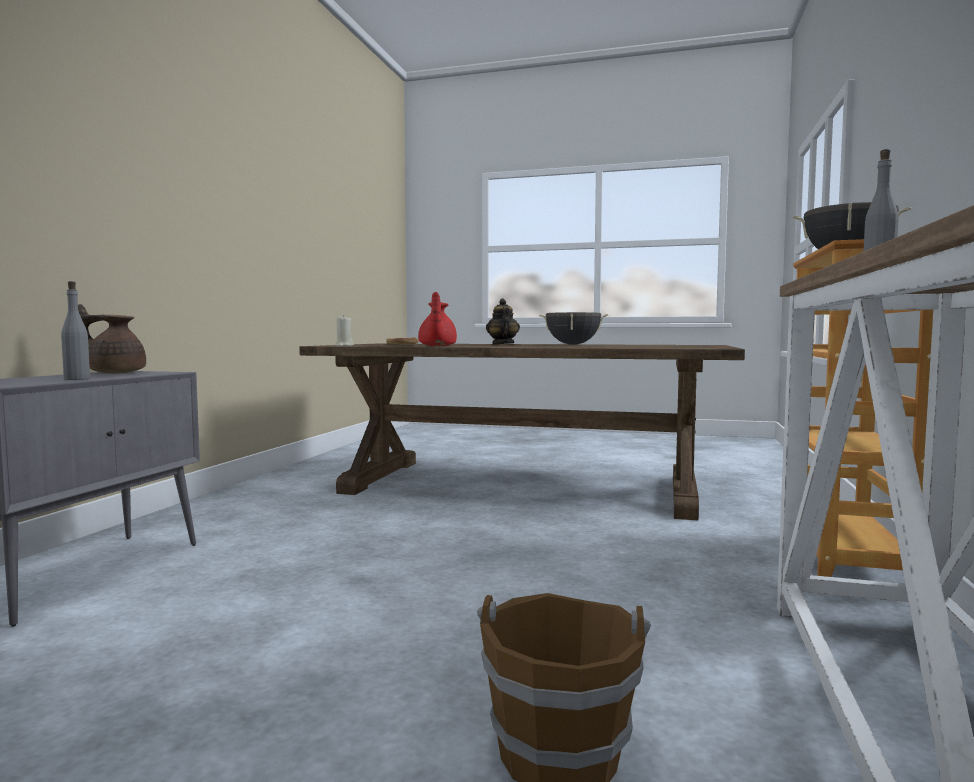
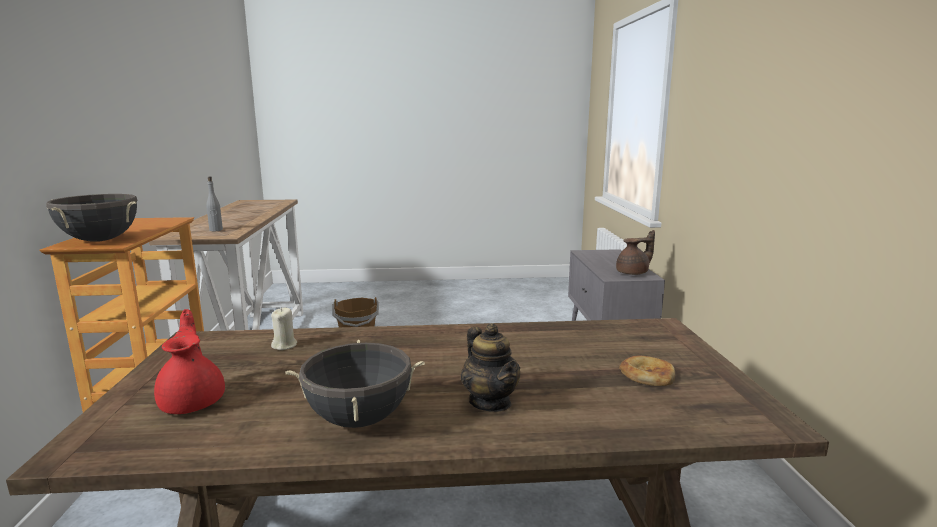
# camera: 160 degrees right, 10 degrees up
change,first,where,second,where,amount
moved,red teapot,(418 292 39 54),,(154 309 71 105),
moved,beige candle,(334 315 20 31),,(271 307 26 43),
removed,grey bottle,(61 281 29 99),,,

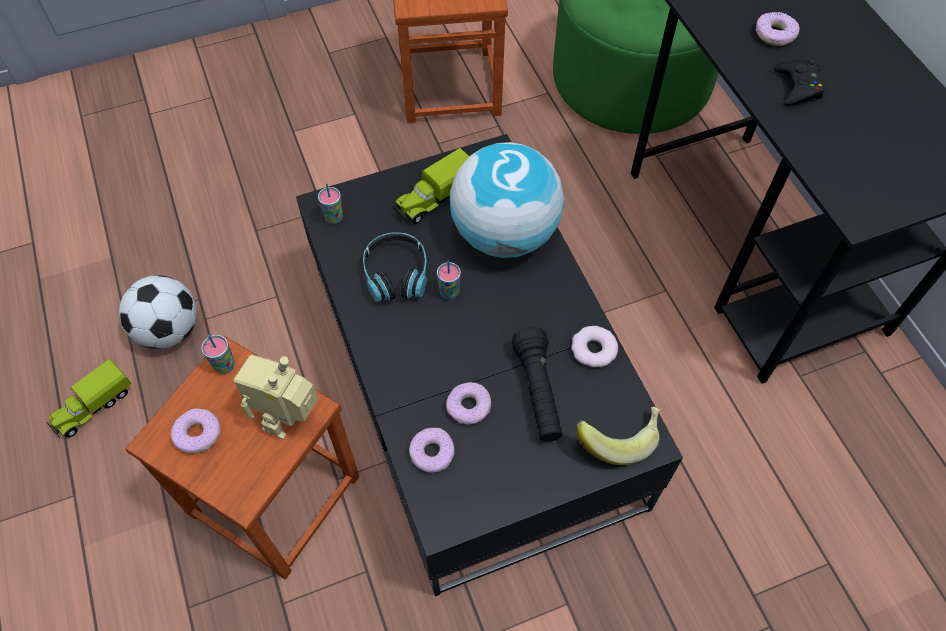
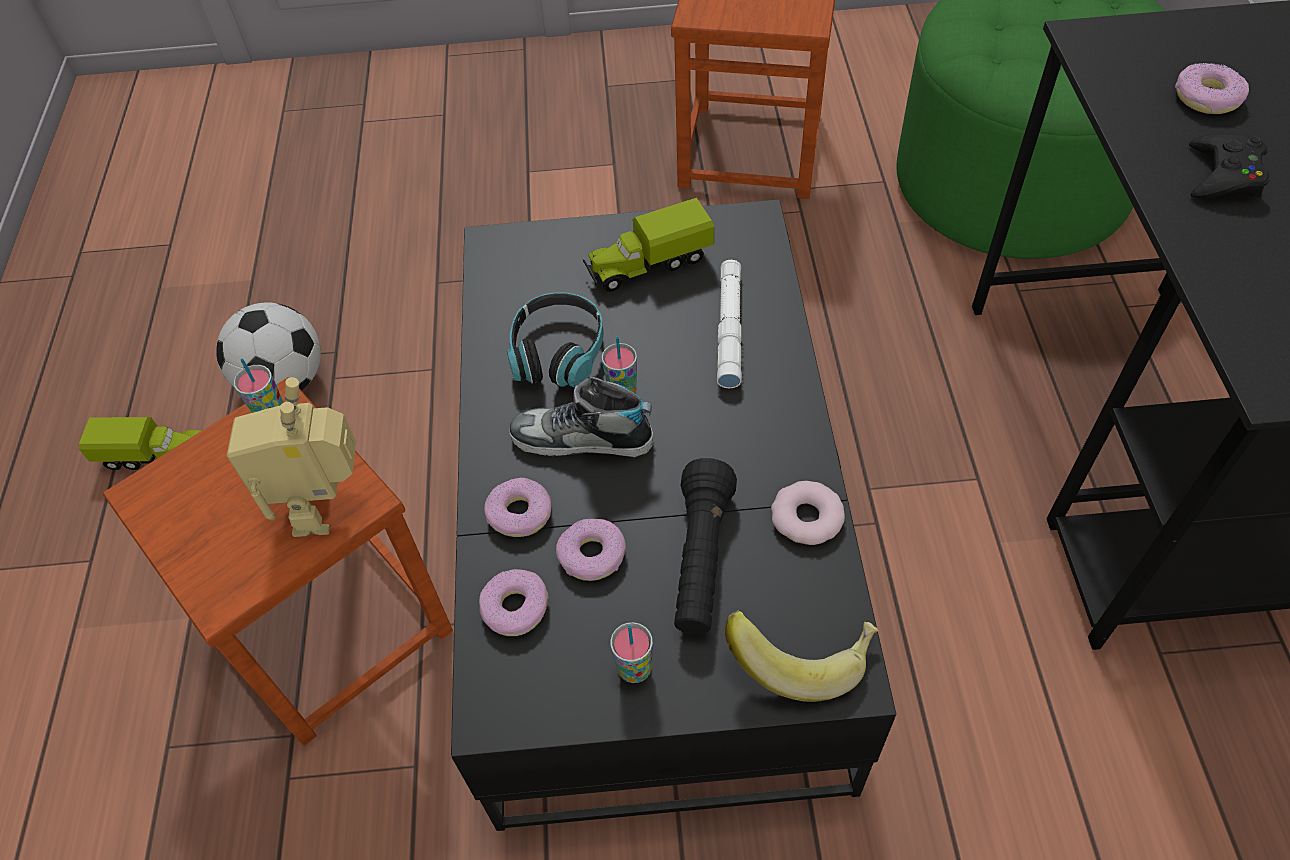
# camera: 20 degrees right, 5 degrees down
change,first,where,second,where,amount
turned,toy truck,(46 359 85 79),,(79 417 122 53),150 degrees counterclockwise
turned,toy robot,(233 355 85 84),,(227 377 129 160),45 degrees counterclockwise
moved,donut,(171 408 50 45),,(484 478 67 59),
added,,,shoe,(509 376 144 81),
moved,cup,(318 183 25 41),,(610 622 43 61),
replaced,globe,(450 142 114 116),white flashlight,(717 260 25 128),

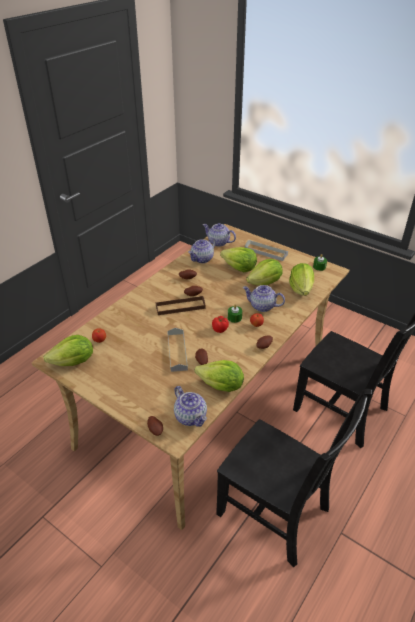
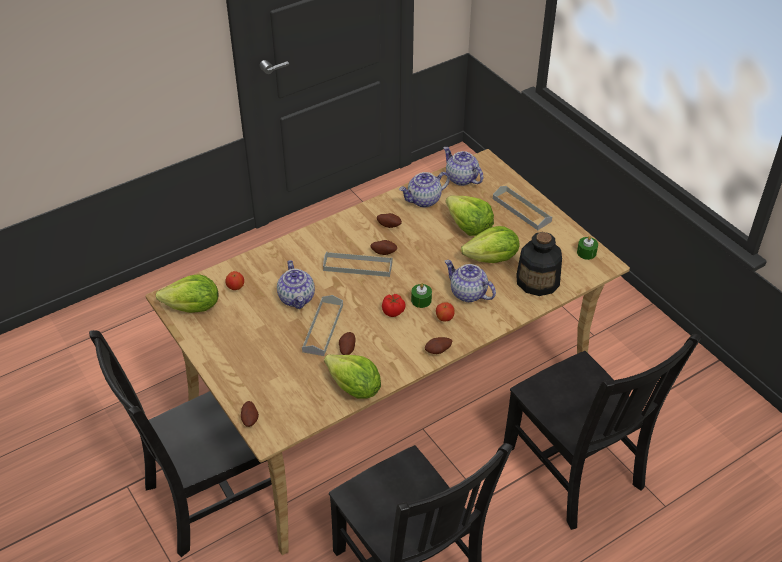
# camera: 20 degrees right, 5 degrees up
change,first,where,second,where,amount
added,,,black chair,(89 330 199 227),
moved,teapot,(174 386 33 41),,(277 260 38 49),
recoloured,brown tray,(156 296 50 19),grey tray,(323 252 69 25),
replaced,lettuce,(289 263 25 33),bottle,(516 232 46 64),

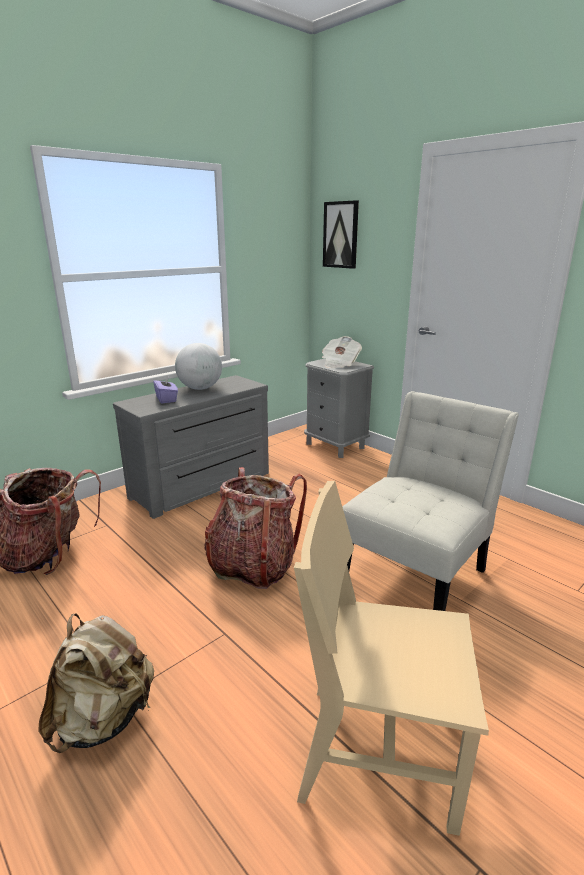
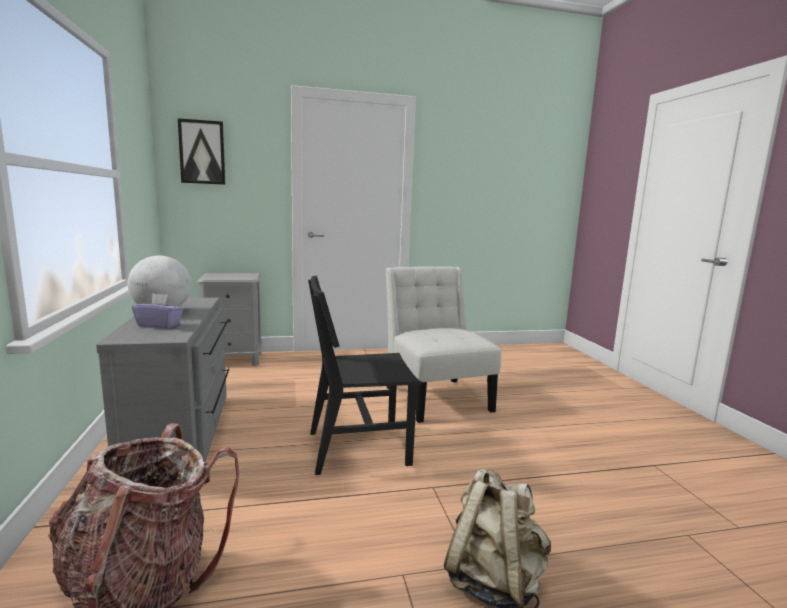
# camera: 60 degrees left, 10 degrees down
change,first,where,second,where,amount
replaced,backpack,(204 467 103 122),black chair,(308 276 113 199),
removed,beige chair,(294 481 195 355),,,
removed,newspaper,(322 336 40 32),,,

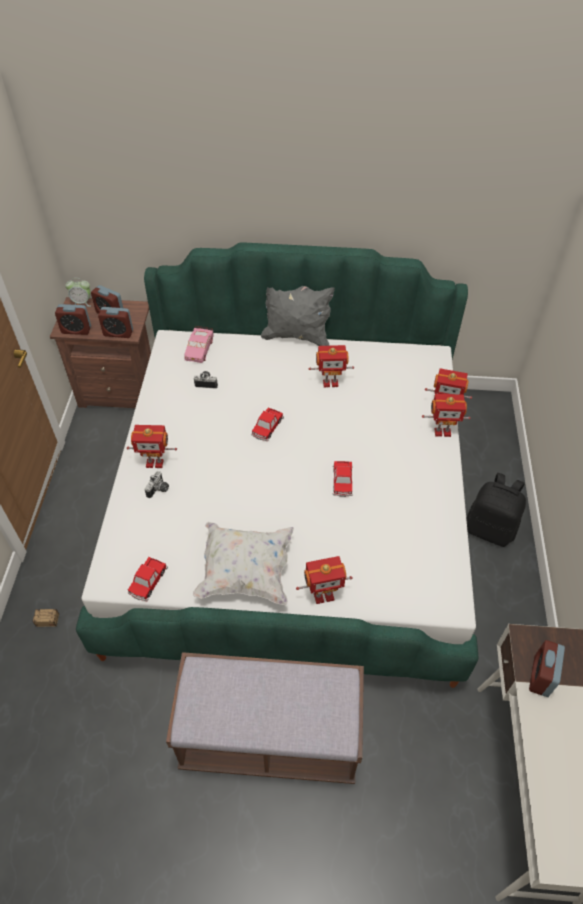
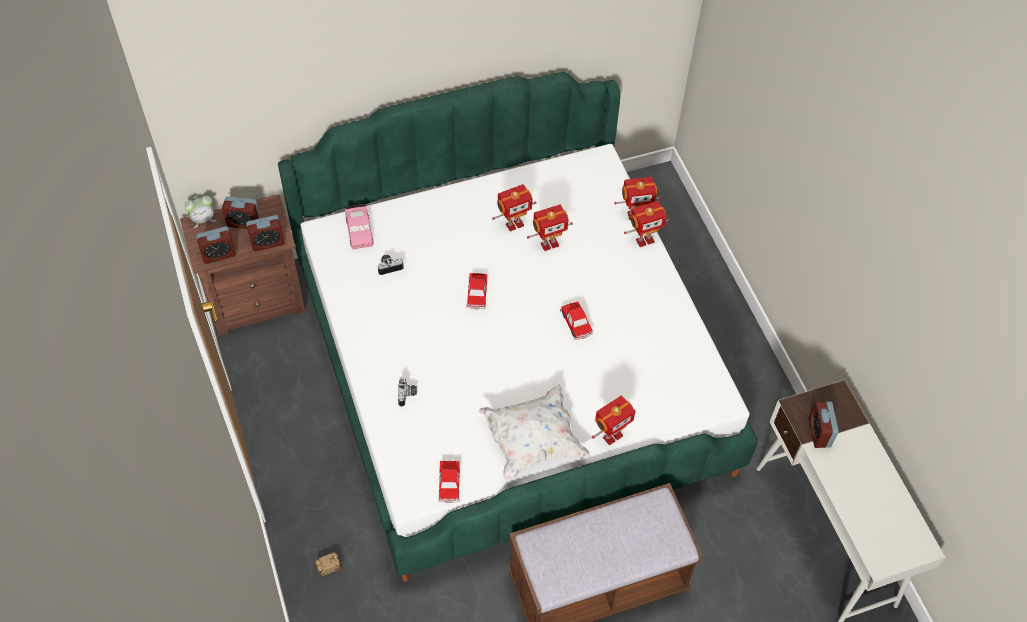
# camera: 25 degrees left, 5 degrees up
change,first,where,second,where,amount
moved,toy robot,(127 425 50 43),,(527 204 46 47),
removed,grey pillow,(261 286 74 60),,,
removed,black backpack,(466 473 60 74),,,

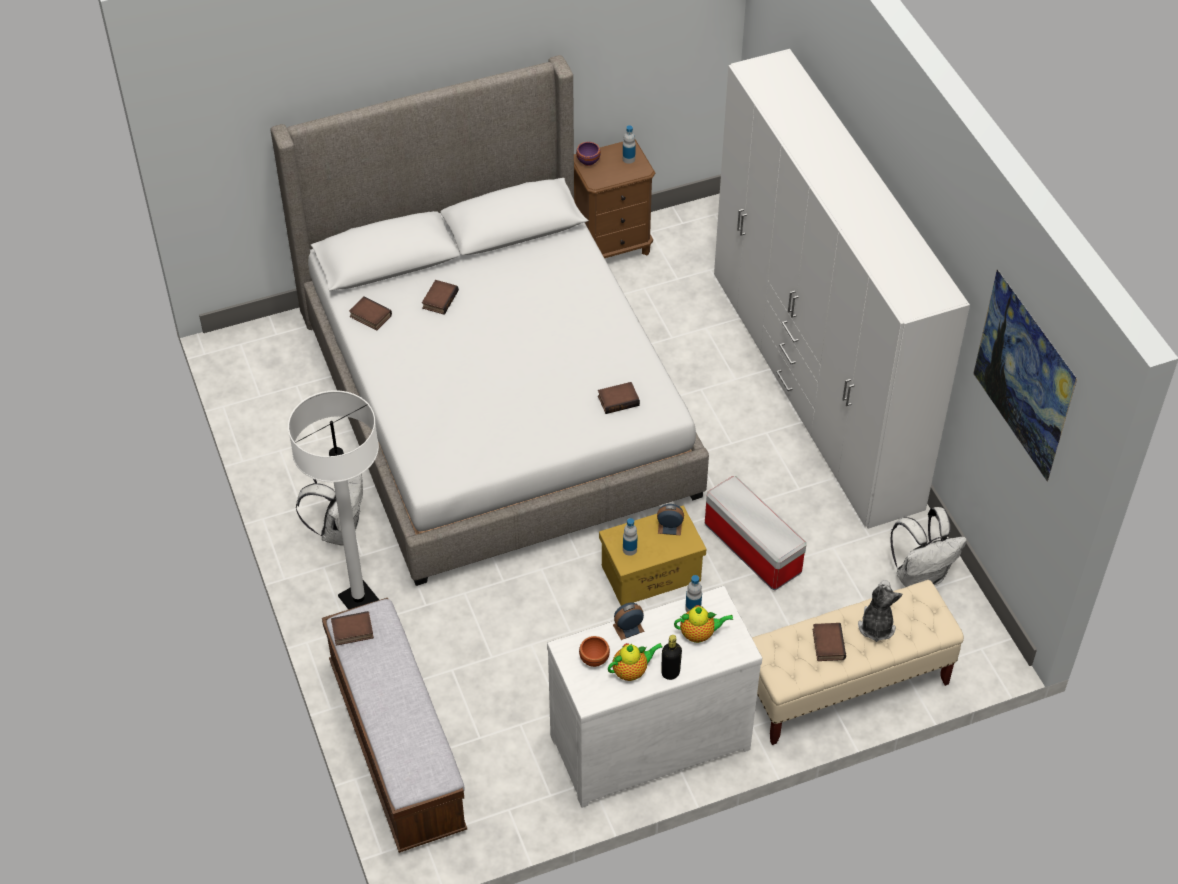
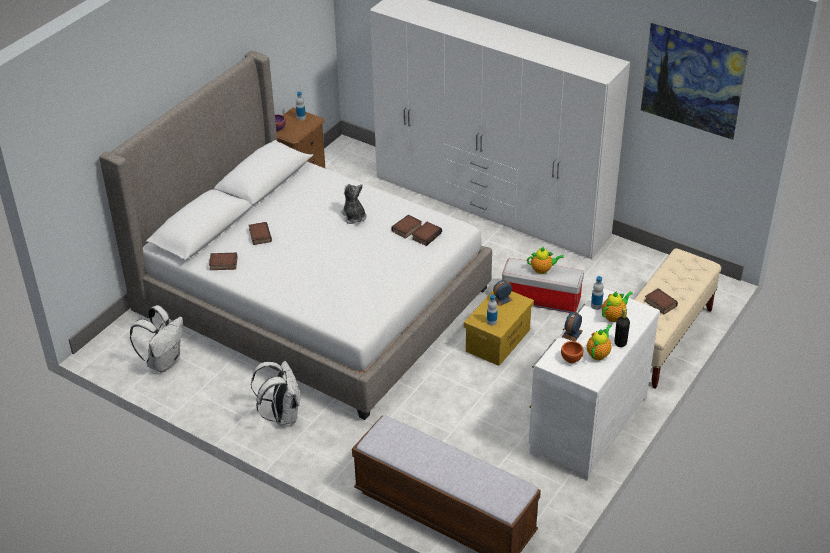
# camera: 35 degrees left, 10 degrees down
change,first,where,second,where,amount
moved,white backpack,(891 507 76 80),,(130 305 53 68),
moved,plush toy,(858 580 44 62),,(341 184 26 40),
moved,book,(331 611 43 35),,(391 215 31 24),
added,,,teapot,(527 247 37 27),
removed,white floor lamp,(288 390 91 220),,,

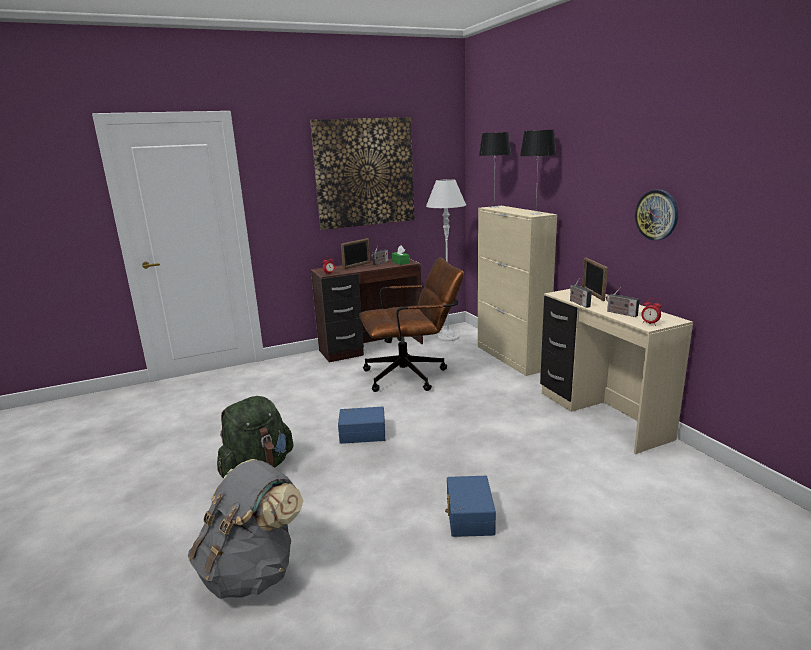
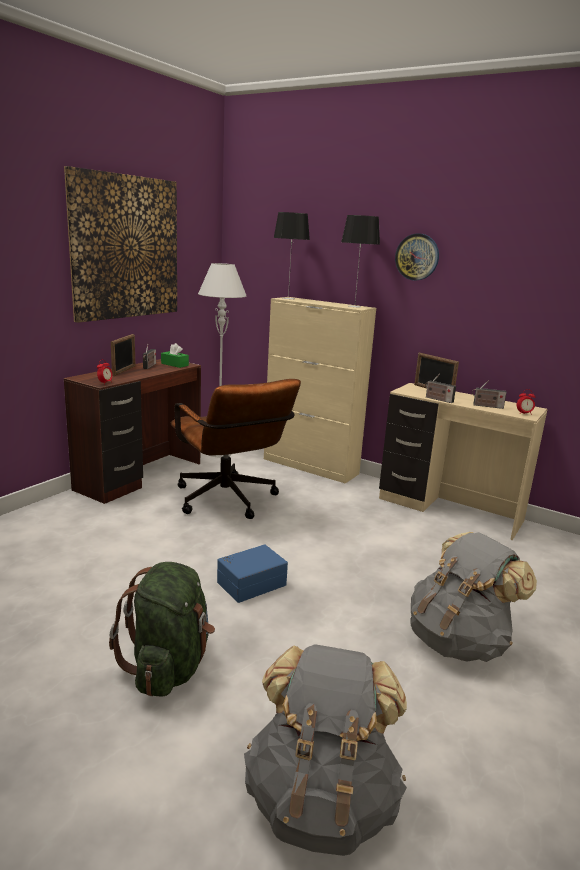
# camera: 35 degrees left, 0 degrees up
change,first,where,second,where,amount
turned,brown office chair,(359 257 105 135),,(171 379 130 140),105 degrees clockwise
moved,wall clock,(635 190 43 51),,(395 233 44 48),
replaced,blue storage box,(445 476 51 61),grey backpack,(410 532 127 130),

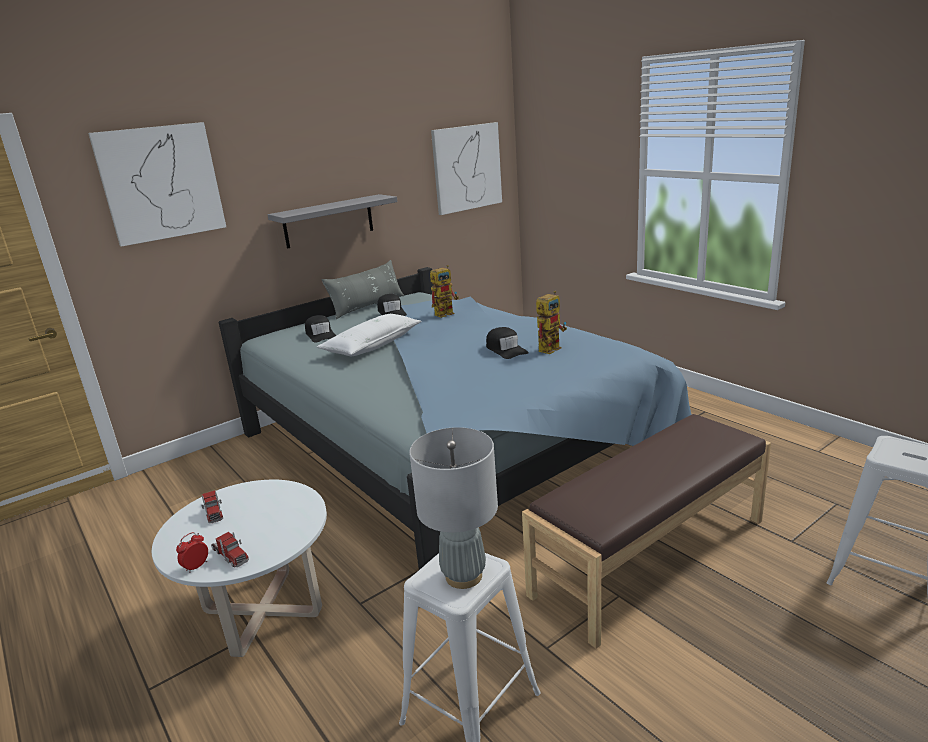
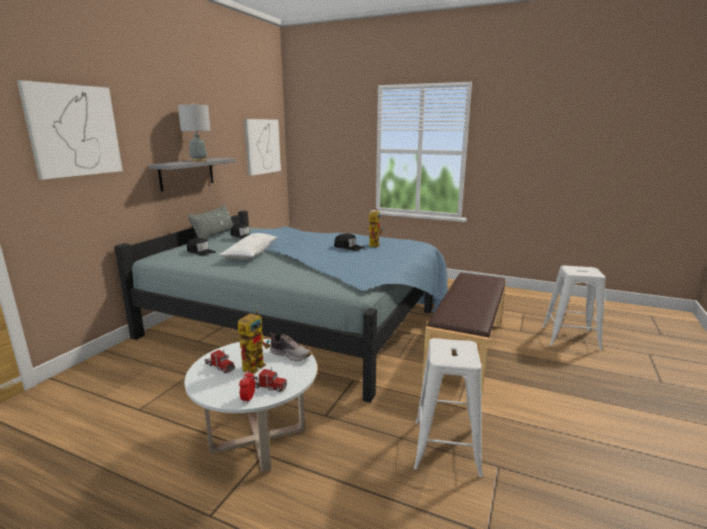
# camera: 30 degrees left, 5 degrees down
change,first,where,second,where,amount
moved,grey table lamp,(409 427 89 162),,(178 103 32 59),
moved,toy robot,(430 265 29 53),,(238 310 32 64),
added,,,shoe,(270 332 41 29),

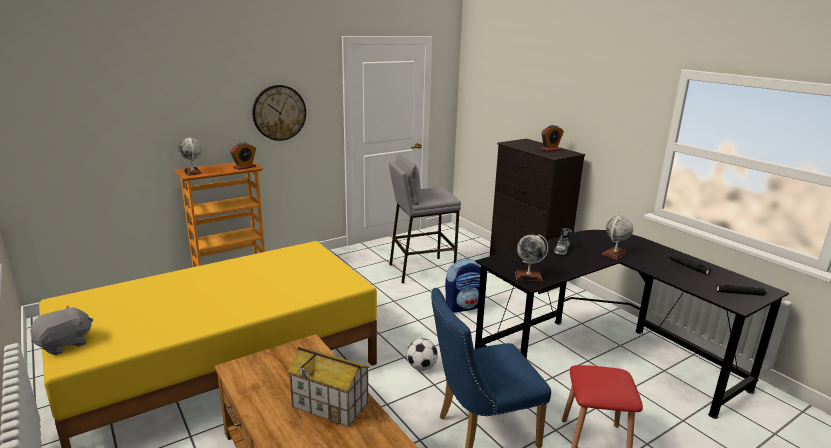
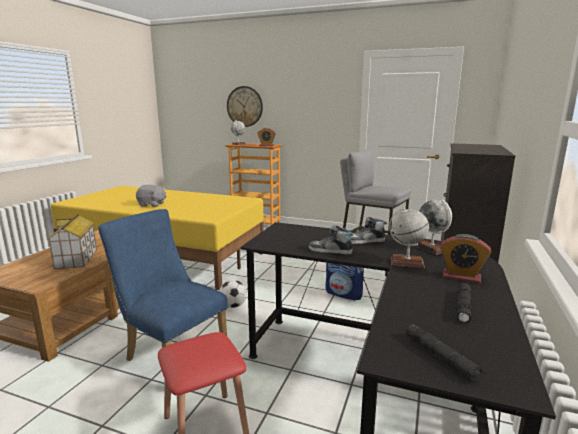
# camera: 55 degrees right, 5 degrees down
change,first,where,second,where,amount
moved,grey plush toy,(30 305 63 50),,(136 185 31 22),
moved,wall clock,(252 85 54 56),,(227 86 36 41),
added,,,shoe,(309 225 44 30),
moved,globe,(515 234 33 48),,(415 200 37 55),
moved,alarm clock,(540 125 24 27),,(440 234 51 50),

